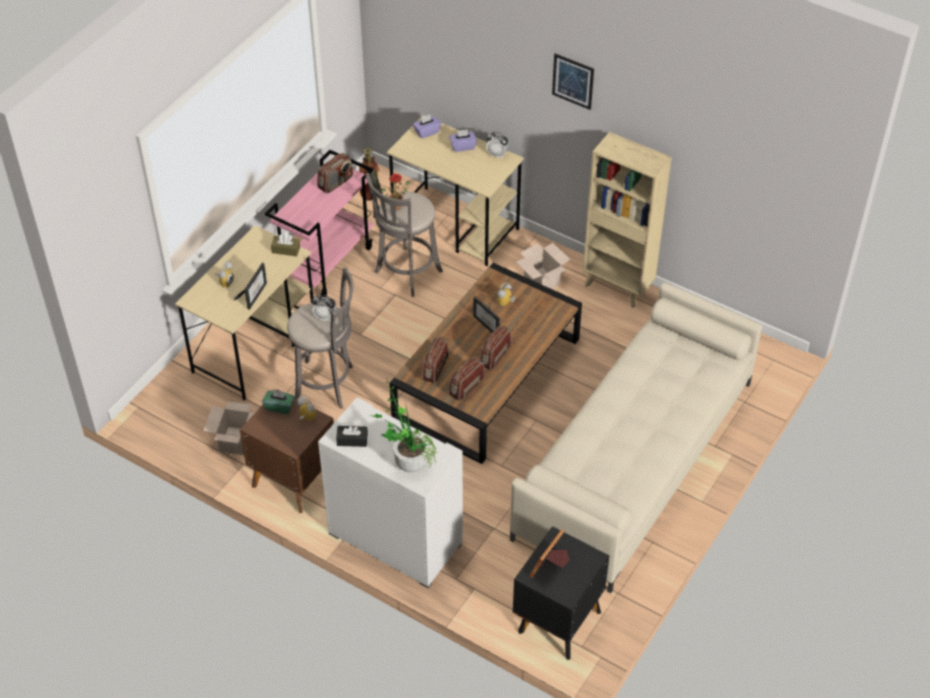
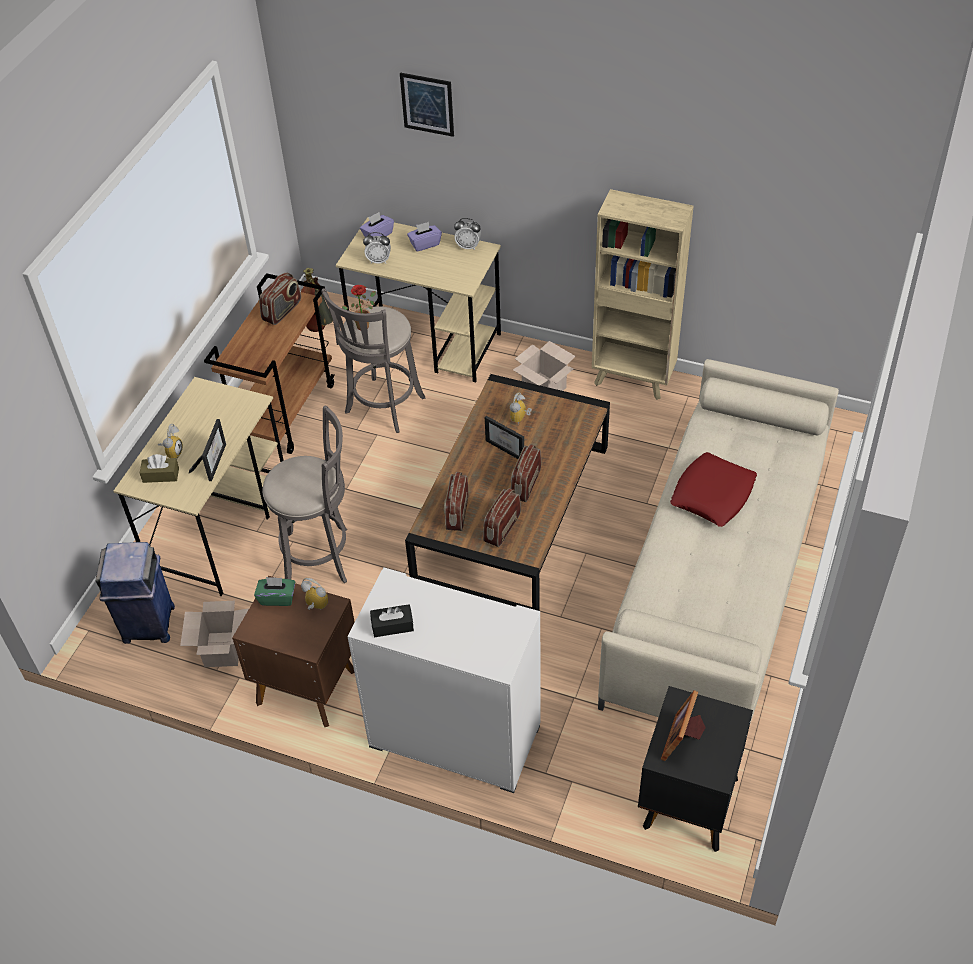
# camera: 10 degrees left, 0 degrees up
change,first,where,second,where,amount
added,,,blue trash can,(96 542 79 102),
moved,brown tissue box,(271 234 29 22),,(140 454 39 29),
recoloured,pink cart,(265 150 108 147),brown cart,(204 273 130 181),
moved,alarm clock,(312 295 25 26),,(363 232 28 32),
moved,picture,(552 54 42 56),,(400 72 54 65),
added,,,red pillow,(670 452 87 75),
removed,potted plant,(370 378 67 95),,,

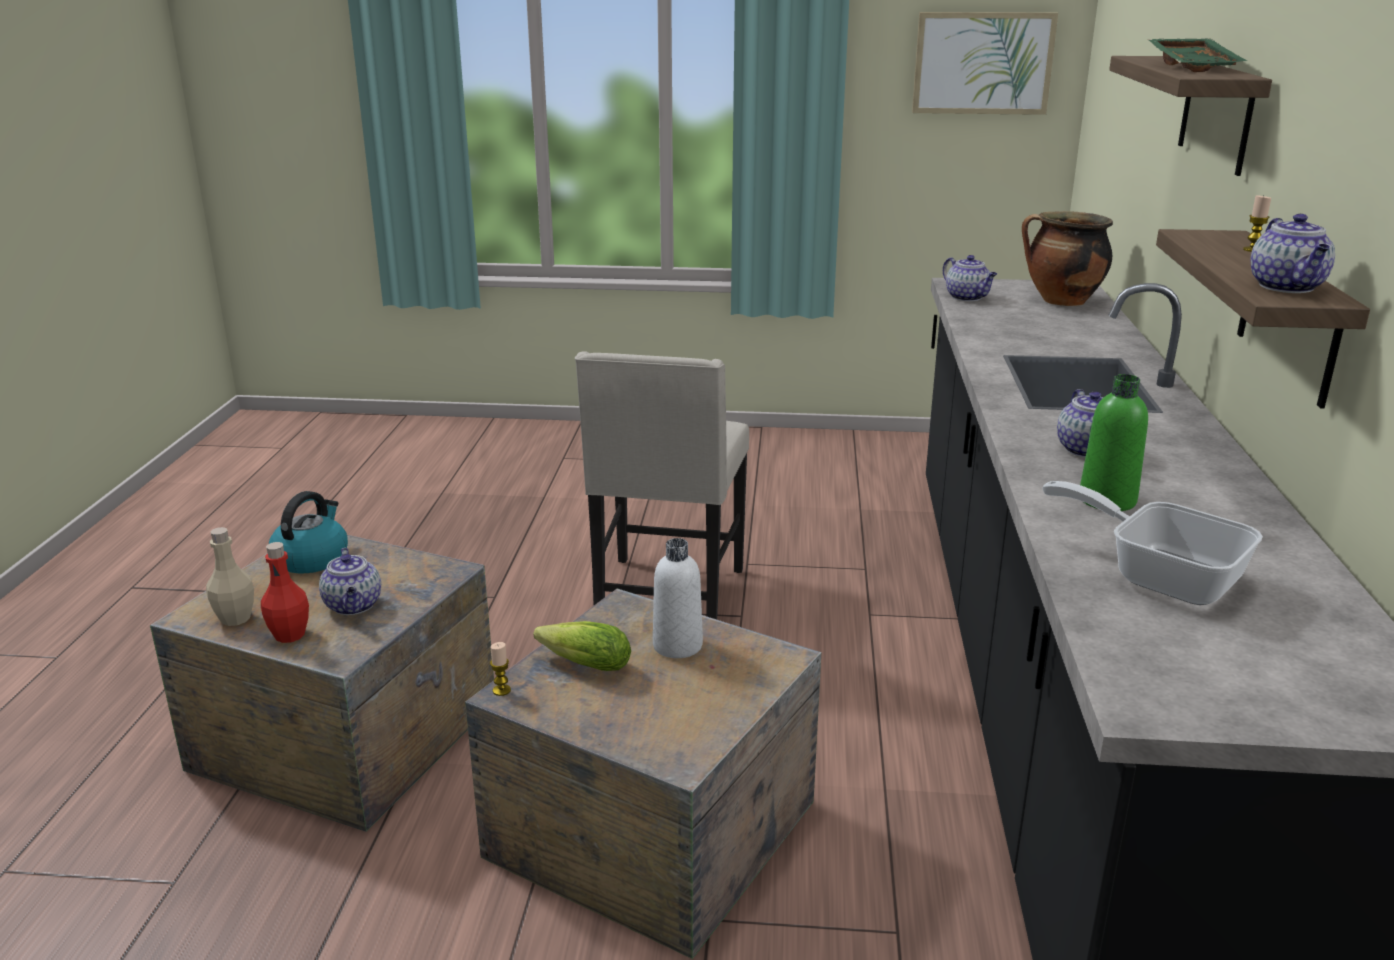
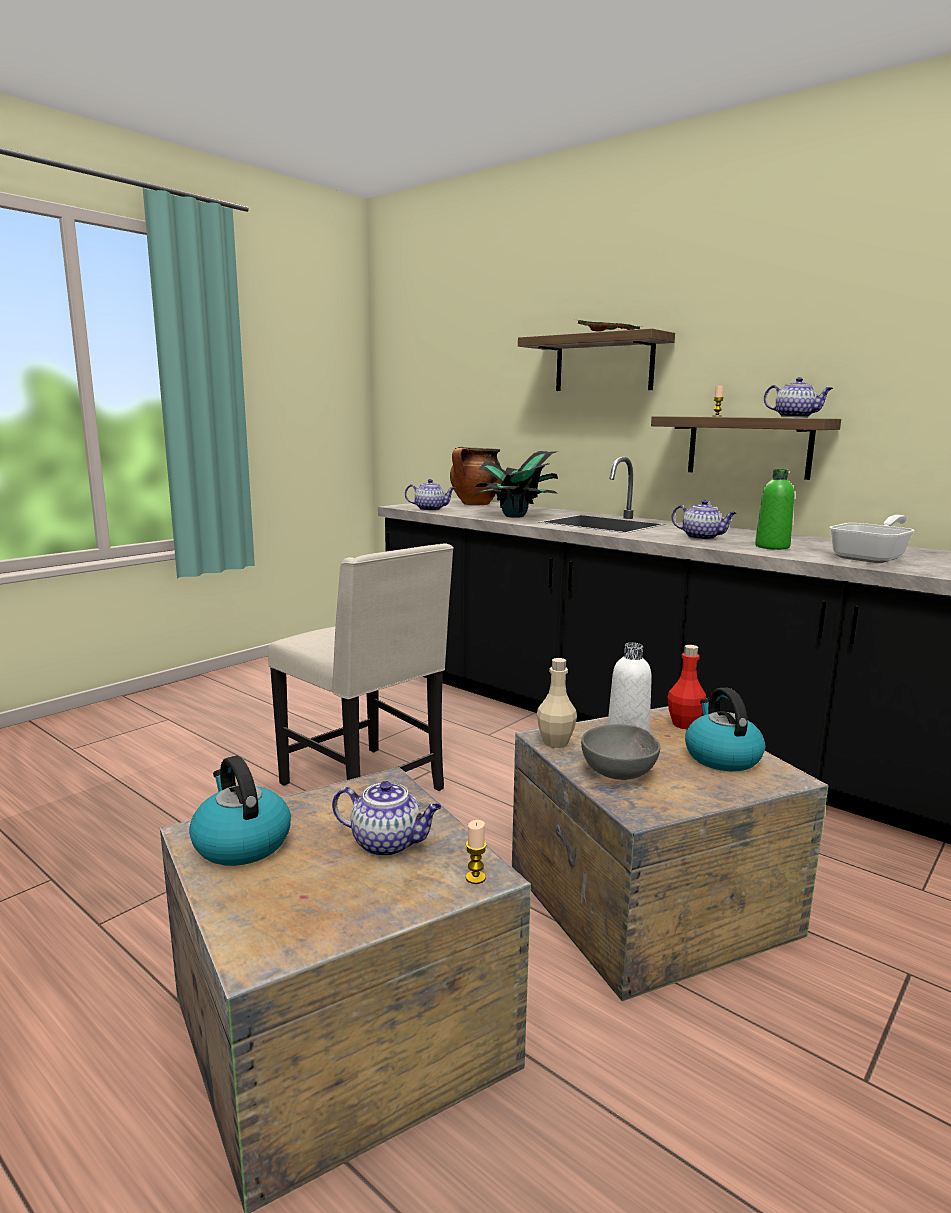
# camera: 55 degrees left, 10 degrees down
change,first,where,second,where,amount
moved,candle,(490 642 21 54),,(465 820 22 64),
added,,,potted plant,(475 451 83 67),
moved,beige bottle,(206 527 48 99),,(537 658 40 90),
replaced,lettuce,(533 621 98 50),grey bowl,(581 724 79 56),
moved,red bottle,(261 542 48 101),,(667 645 39 84),
added,,,kettle,(685 688 80 83),
turned,frying pan,(1042 481 221 124),,(829 515 86 48),150 degrees clockwise
removed,picture,(912 12 146 103),,,

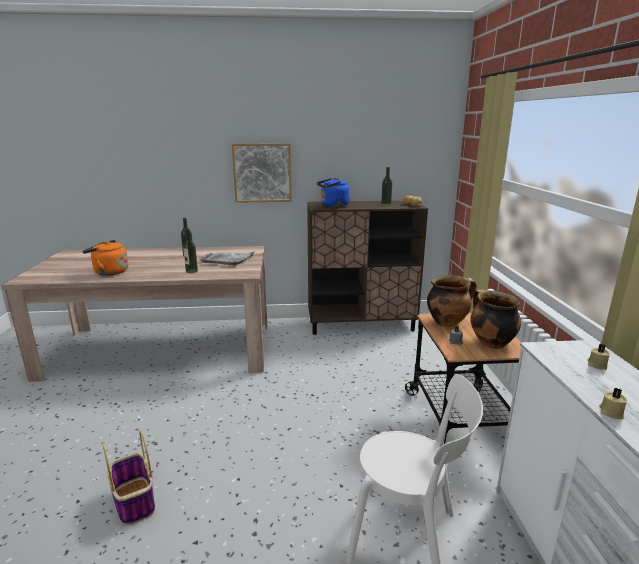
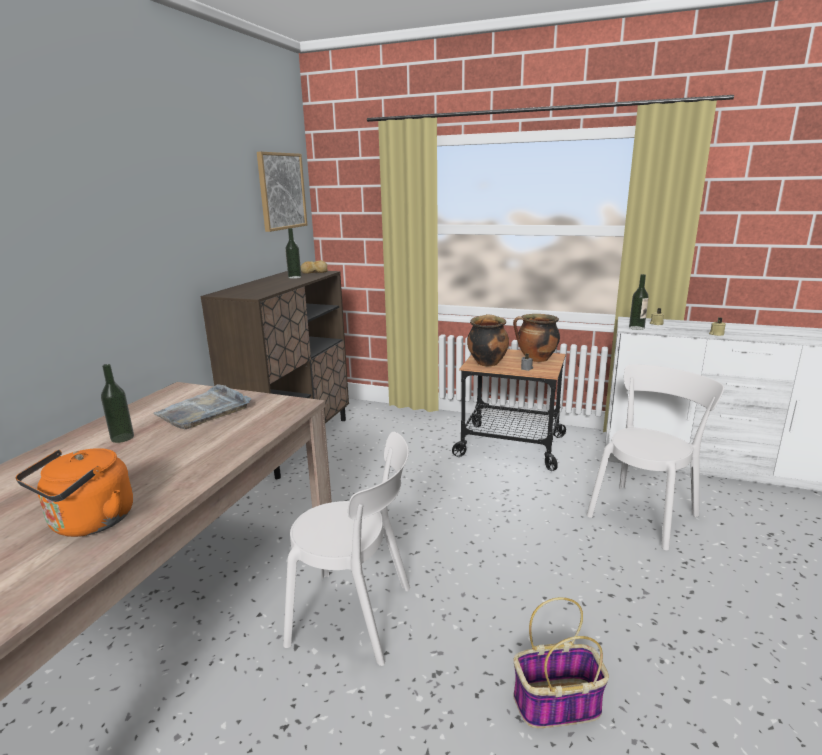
# camera: 65 degrees left, 0 degrees up
change,first,where,second,where,amount
moved,picture,(232 143 60 60),,(257 152 50 80),
added,,,white chair,(283 432 127 234),
moved,bottle,(183 229 15 44),,(629 274 20 56),
removed,blue kettle,(317 178 33 29),,,

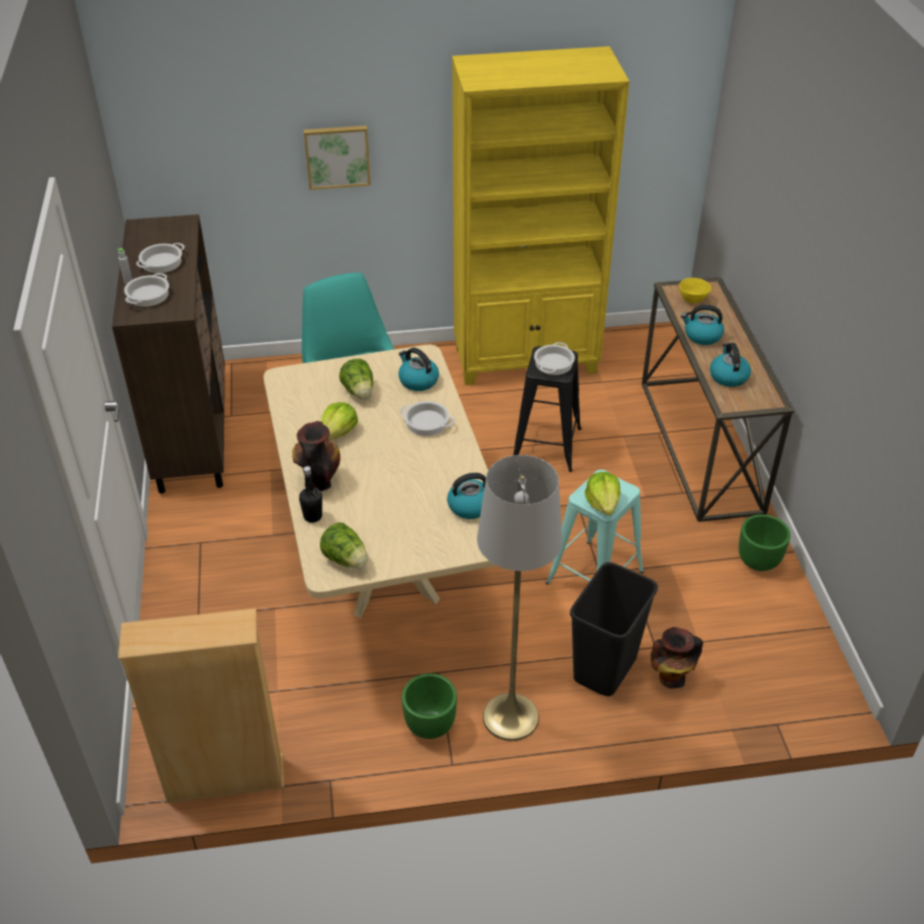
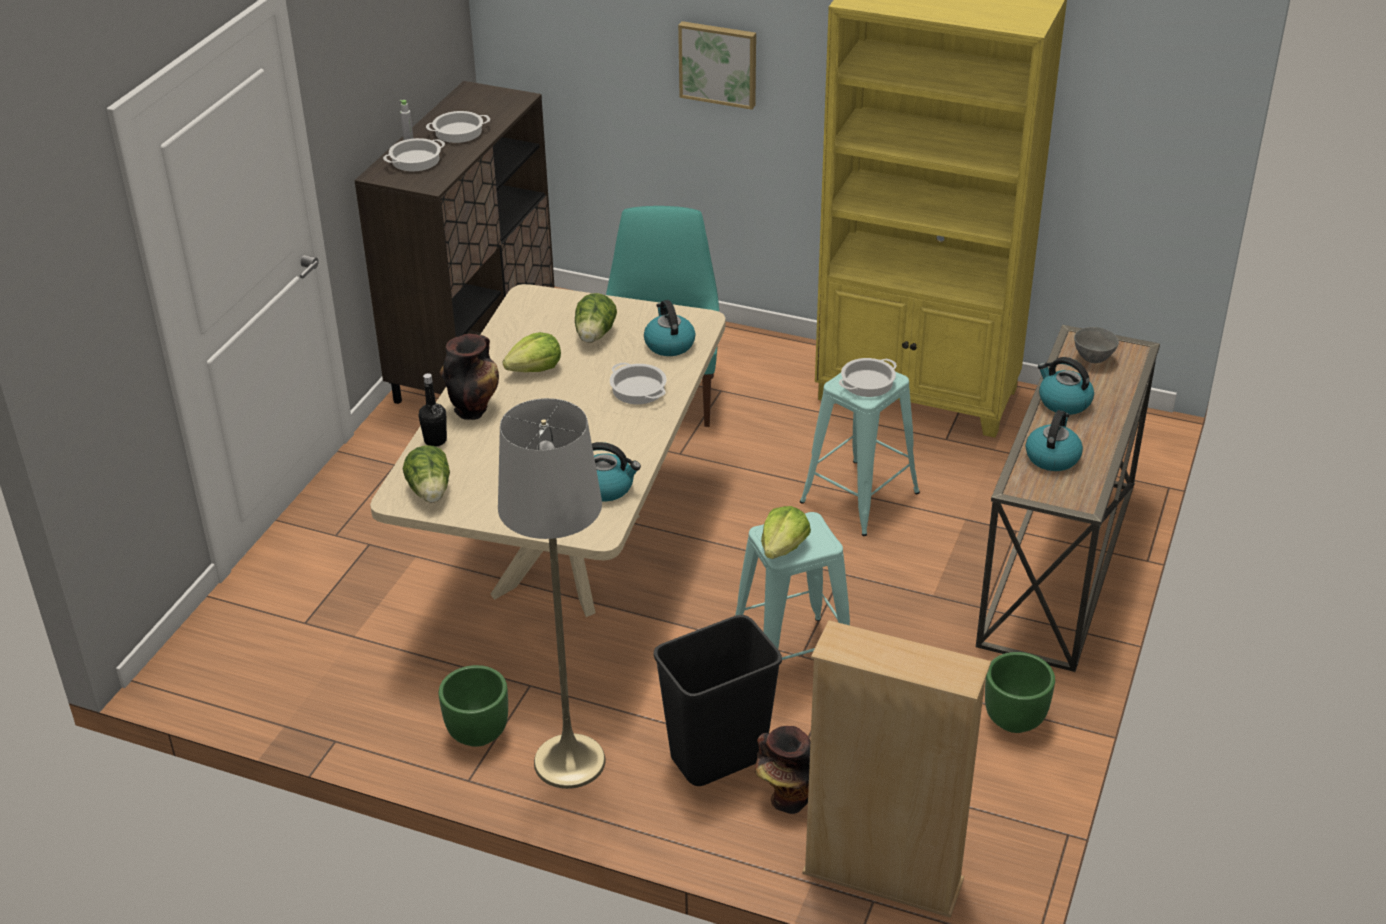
# camera: 30 degrees right, 5 degrees down
change,first,where,second,where,amount
recoloured,black stool,(513 346 68 126),turquoise stool,(800 372 120 164),
moved,beige bookcase,(118 608 166 195),,(802 620 189 298),
recoloured,yellow bowl,(679 278 32 26),grey bowl,(1074 327 45 36),

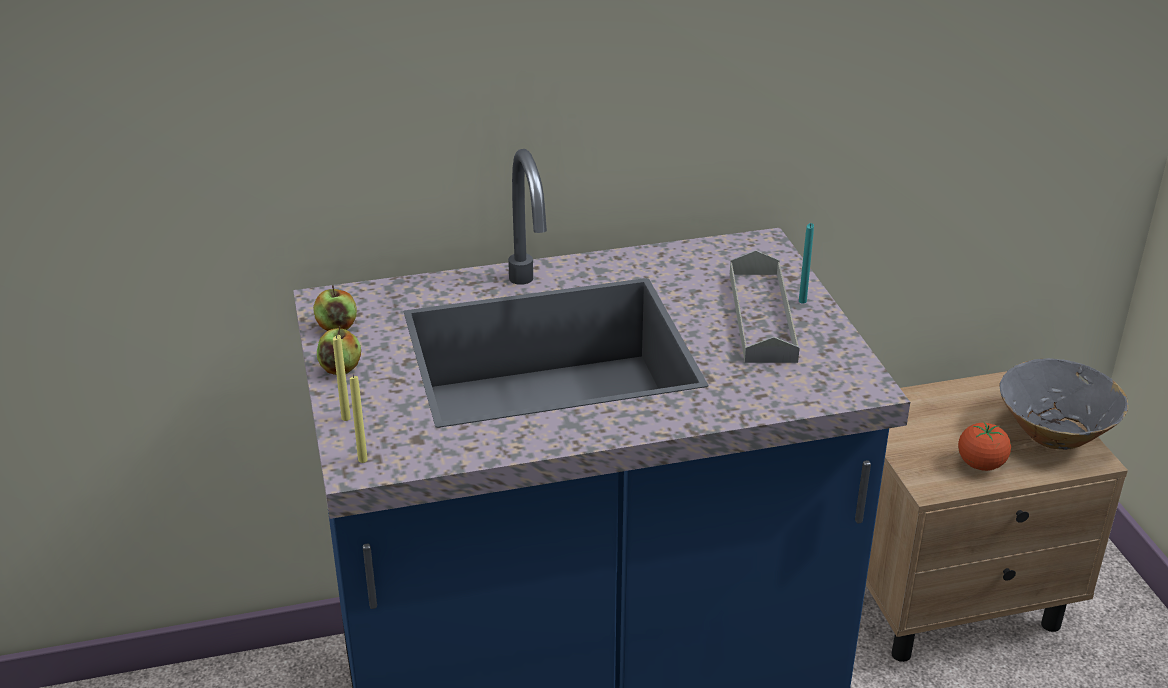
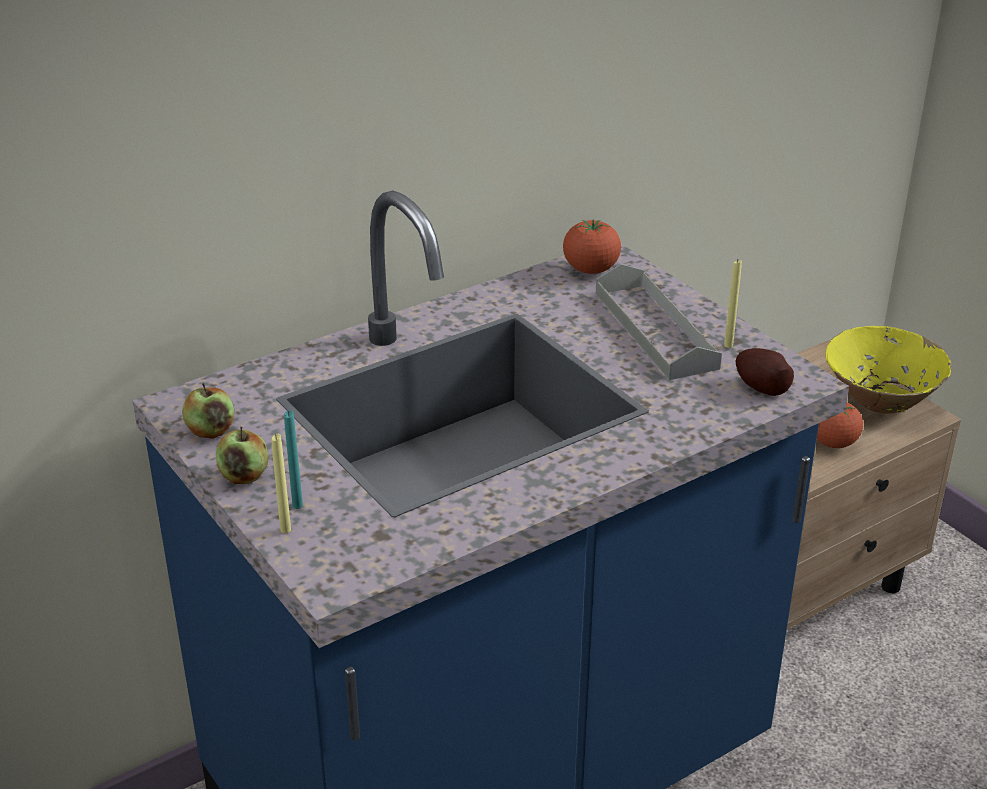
# camera: 20 degrees left, 0 degrees up
change,first,where,second,where,amount
moved,turquoise candle,(799 223 15 80),,(284 410 19 99),
added,,,tomato,(563 220 58 54),
moved,yellow candle,(350 375 18 88),,(724 260 18 88),
added,,,potato,(735 348 59 48),
recoloured,grey bowl,(999 358 129 92),yellow bowl,(825 326 127 88),

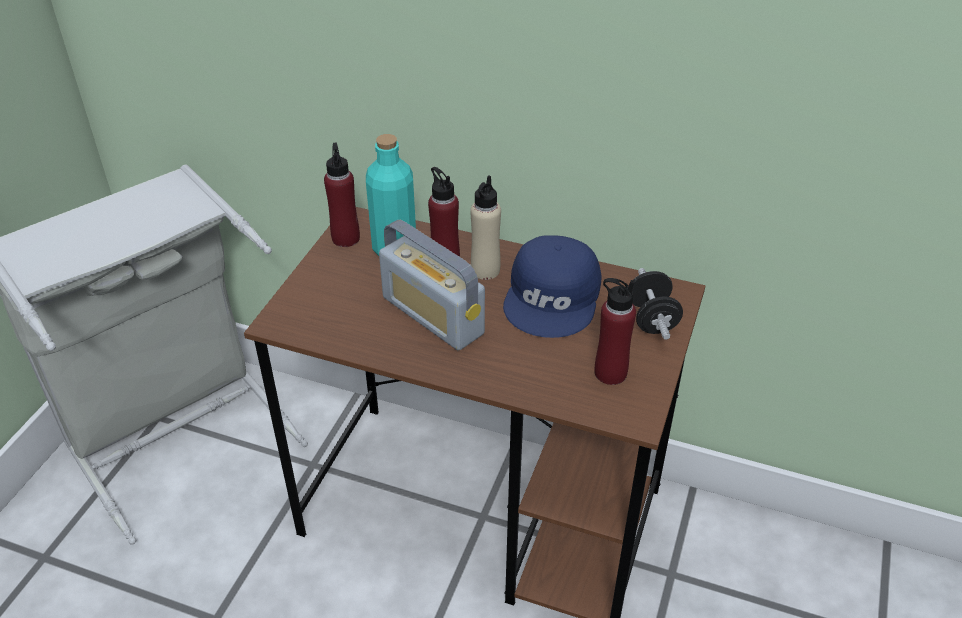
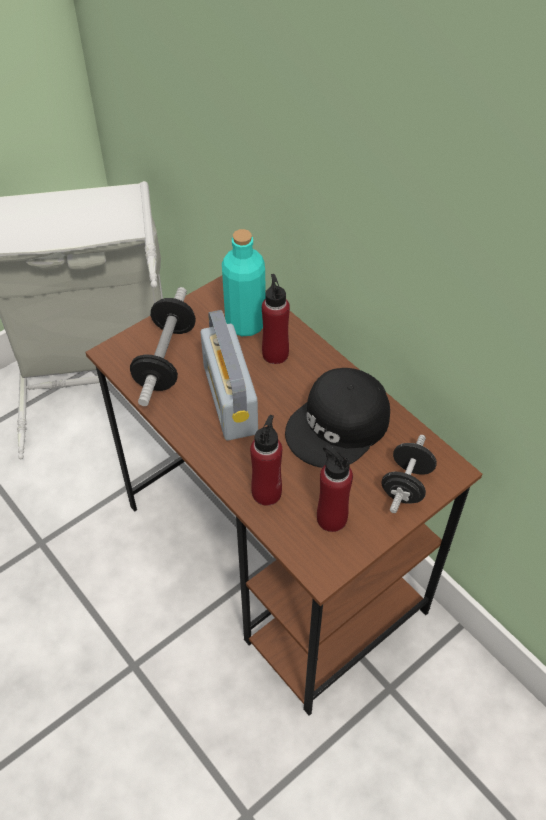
# camera: 30 degrees right, 10 degrees up
change,first,where,second,where,amount
added,,,dumbbell,(130 287 66 119),
moved,red bottle,(324 143 36 104),,(250 415 32 91),
recoloured,blue cap,(503 235 99 103),black cap,(285 368 105 100),
removed,beige bottle,(470 175 31 105),,,

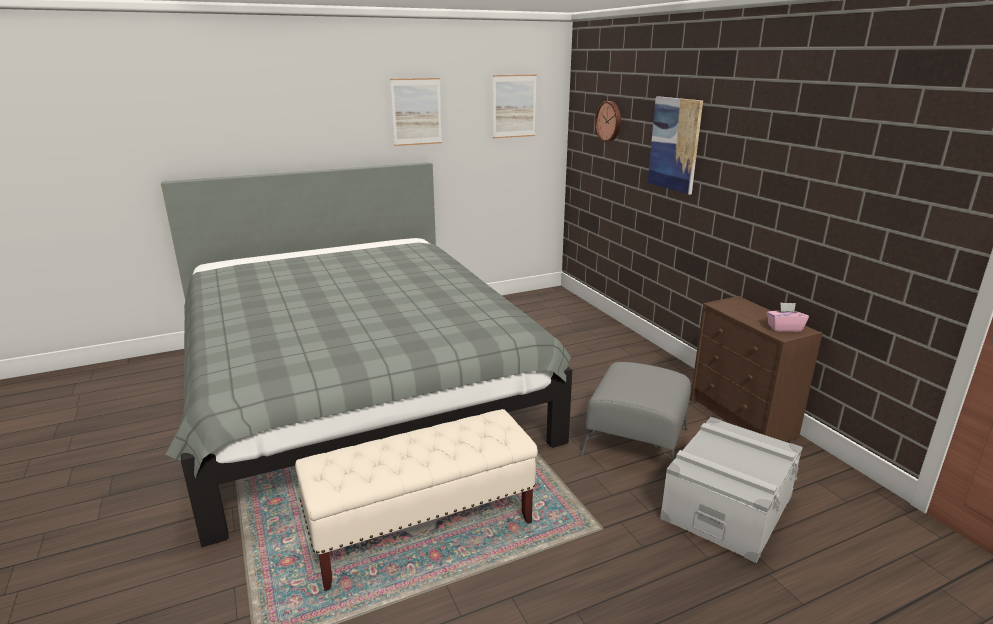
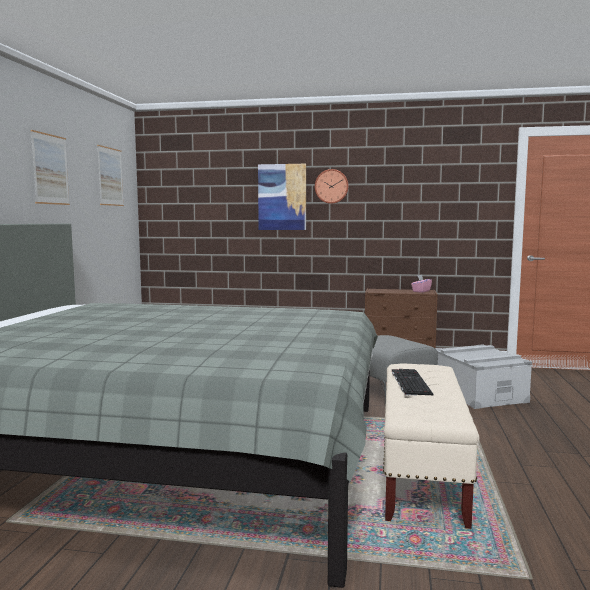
# camera: 55 degrees left, 15 degrees down
change,first,where,second,where,amount
moved,wall clock,(595 101 26 41),,(315 169 34 35),
added,,,keyboard,(392 369 41 26),

